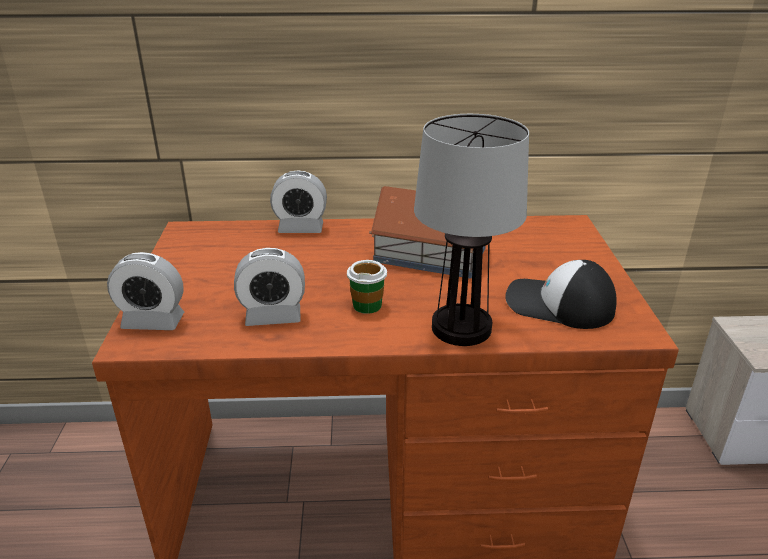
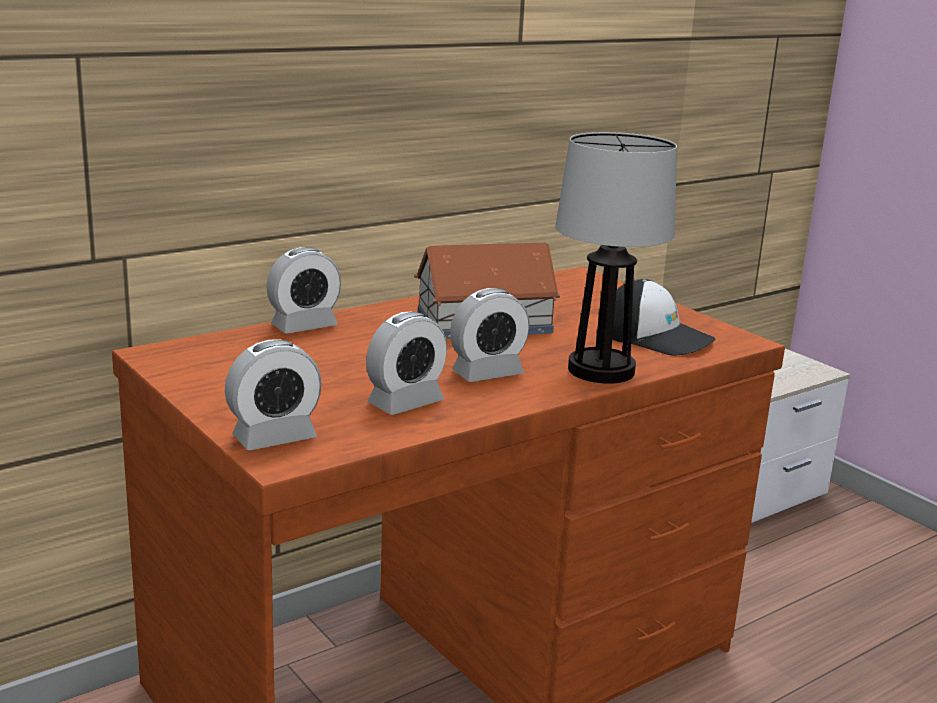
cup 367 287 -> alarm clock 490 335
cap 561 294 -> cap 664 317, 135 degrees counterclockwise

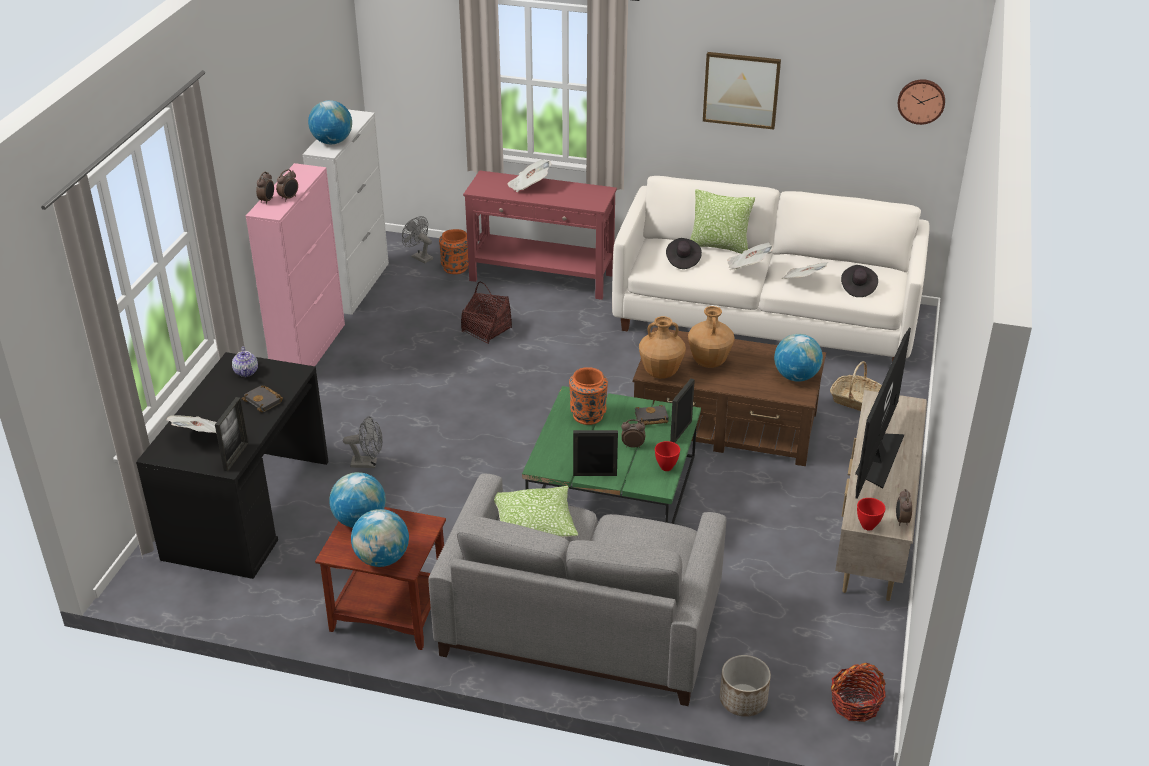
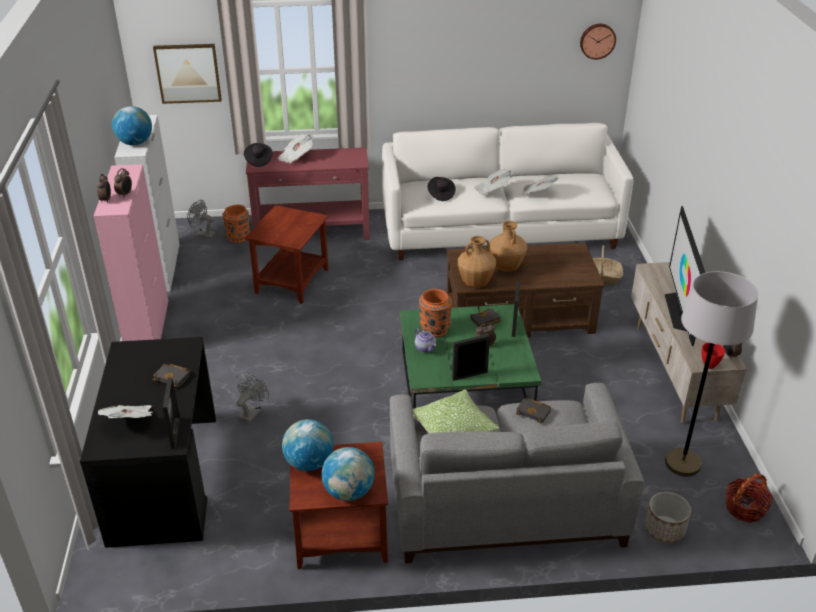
picture 742 91 -> picture 187 74, moved
grey fan 363 442 -> grey fan 252 398, 45 degrees counterclockwise
black hat 859 281 -> black hat 258 155, moved
basket 486 313 -> brown side table 287 254
teapot 245 361 -> teapot 425 340, moved
none -> black book 533 410
none -> grey floor lamp 711 373
red bowl 667 456 -> none
pillow 722 221 -> none
globe 798 358 -> none

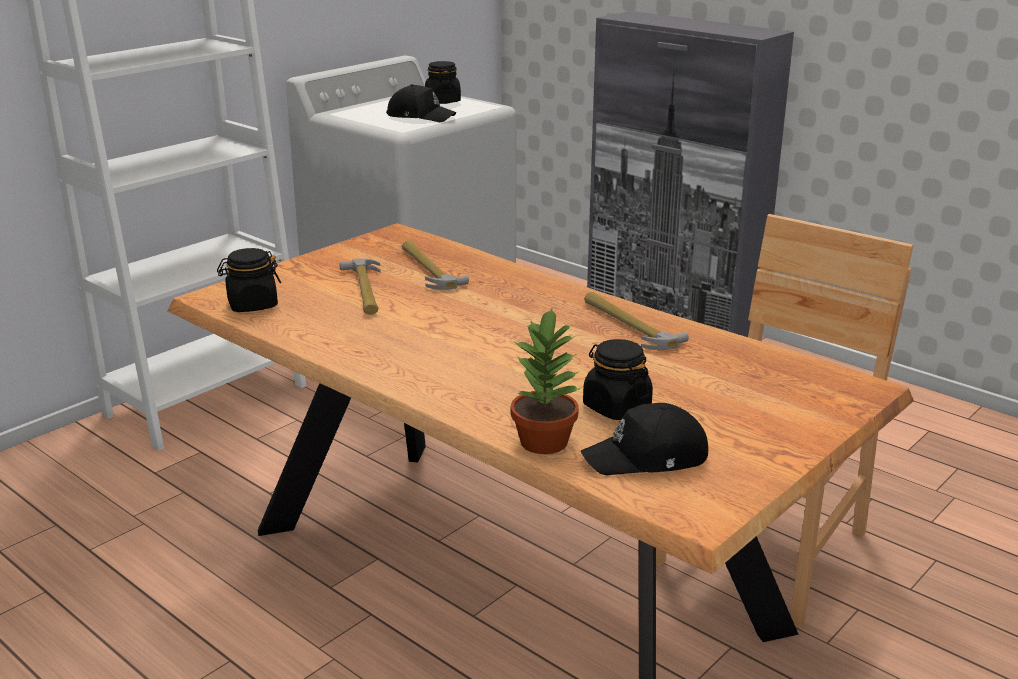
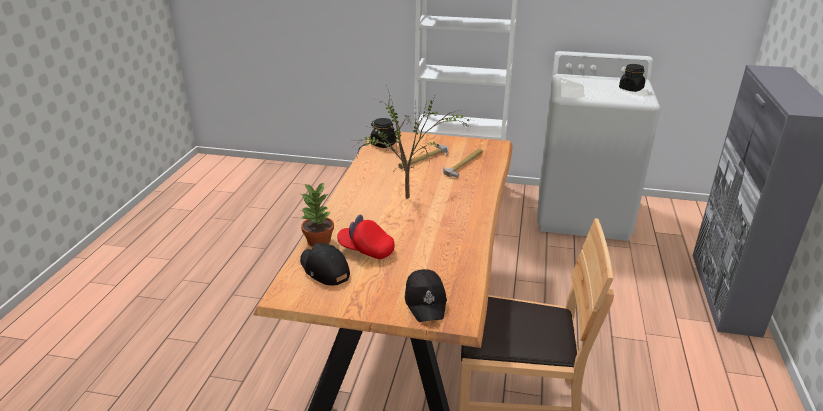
black jar 618 379 -> red cap 366 237
none -> potted plant 413 142
black cap 421 103 -> black cap 426 295, moved
hammer 636 321 -> none

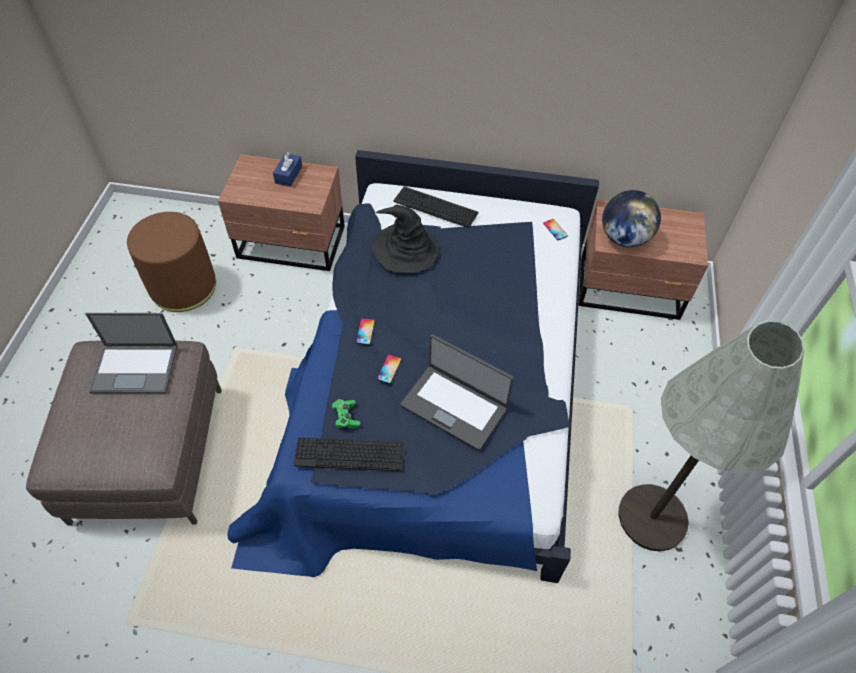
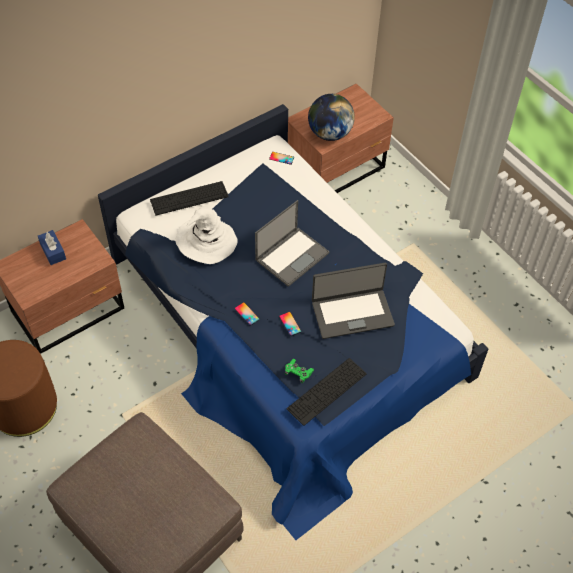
black hat 405 239 -> white hat 206 235
laptop 131 353 -> laptop 292 243, moved
grey floor lamp 711 435 -> none

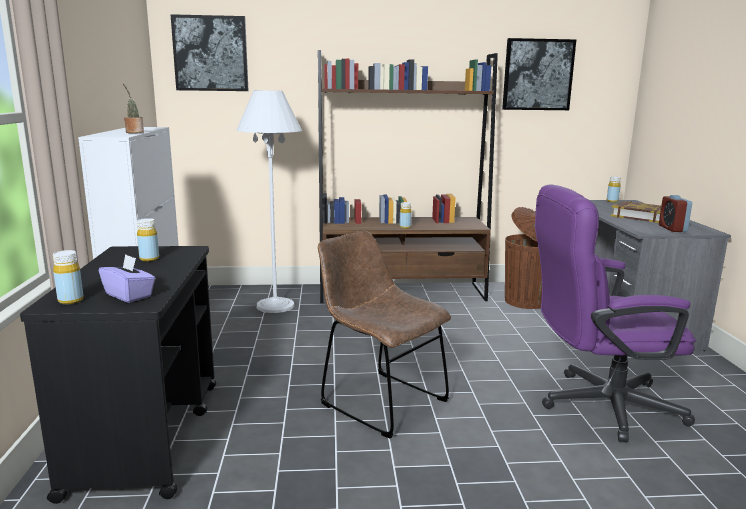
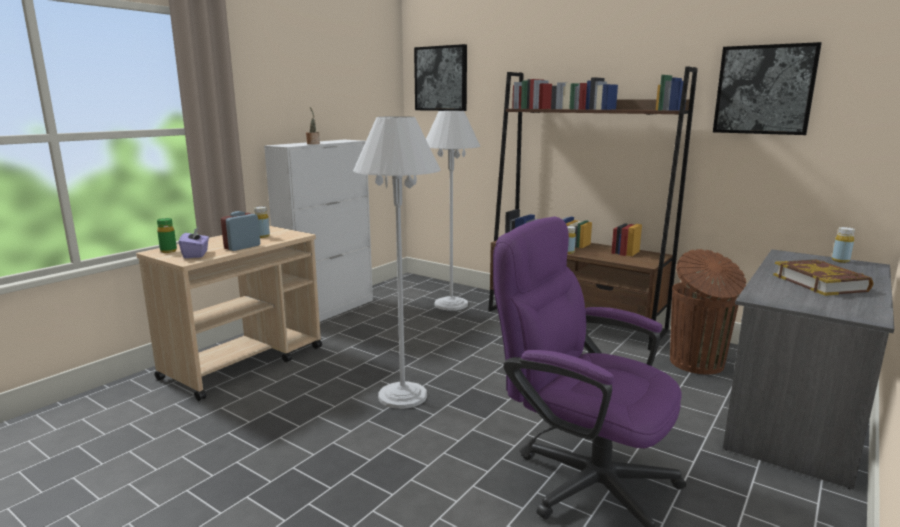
black cart 118 375 -> beige cart 229 313
yellow bottle 68 277 -> green bottle 167 235
alarm clock 675 213 -> alarm clock 240 231, moved
brown chair 384 334 -> white floor lamp 397 262

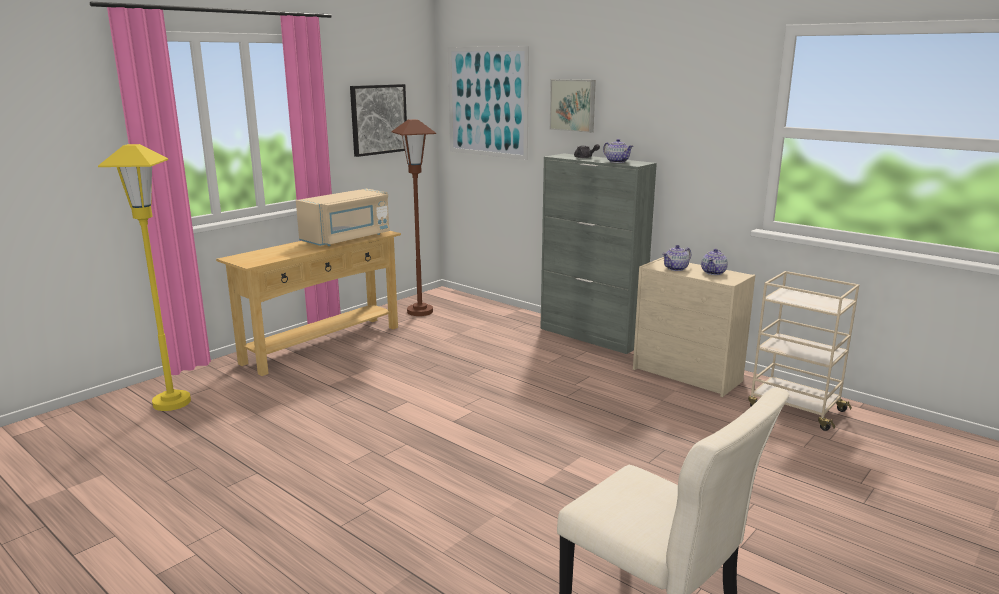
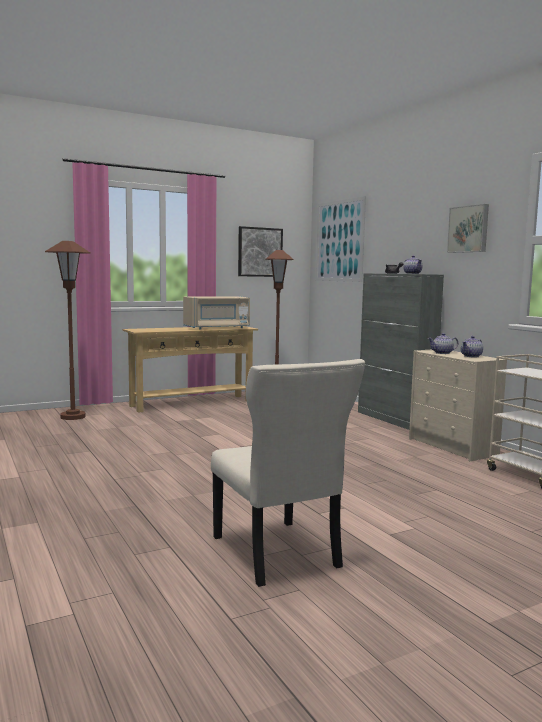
yellow floor lamp 144 277 -> brown floor lamp 68 330
picture 573 106 -> picture 468 228, moved

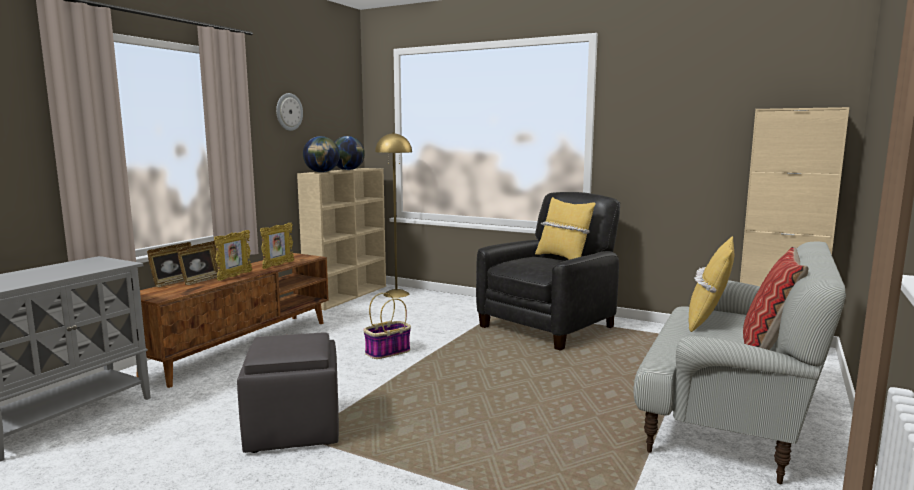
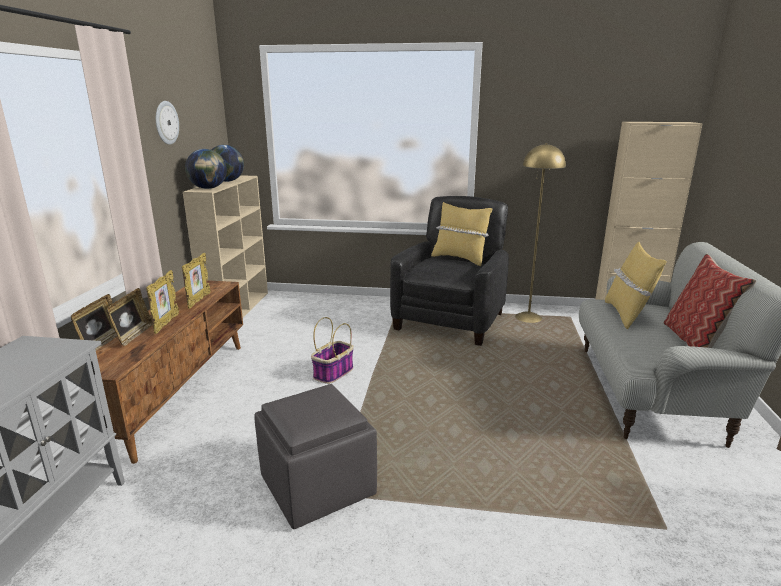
yellow floor lamp 393 215 -> yellow floor lamp 540 233, moved

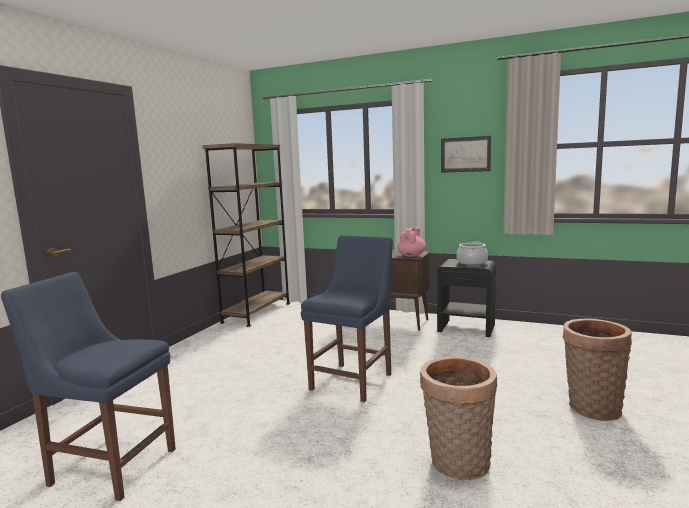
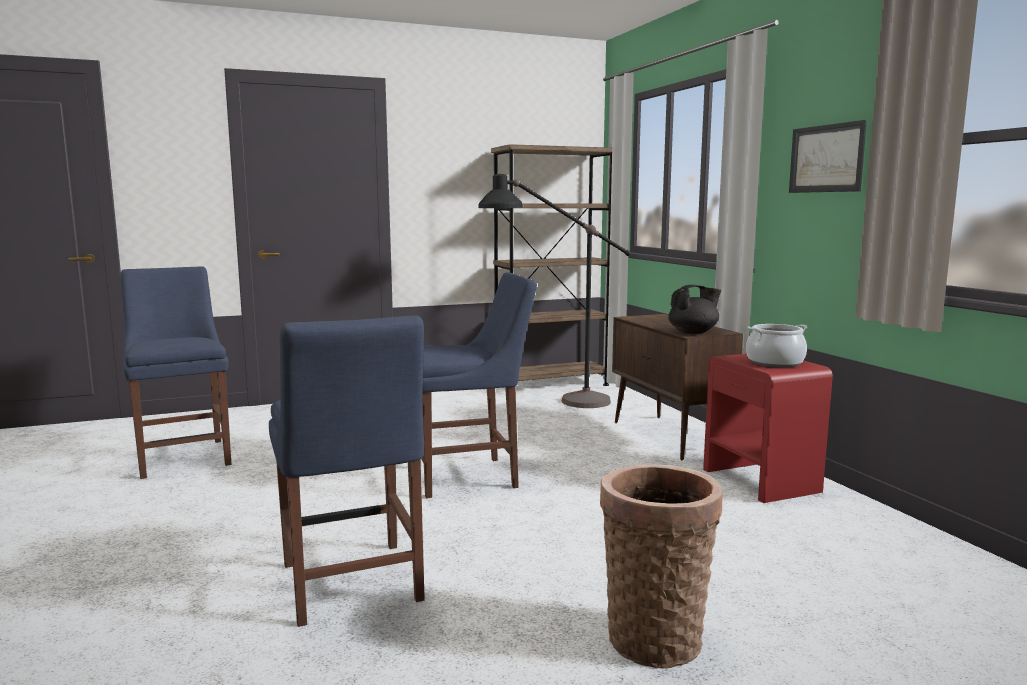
basket 458 418 -> blue chair 347 471
none -> black floor lamp 555 291
pink teapot 411 242 -> black teapot 694 309
black nightstand 466 298 -> red nightstand 768 428

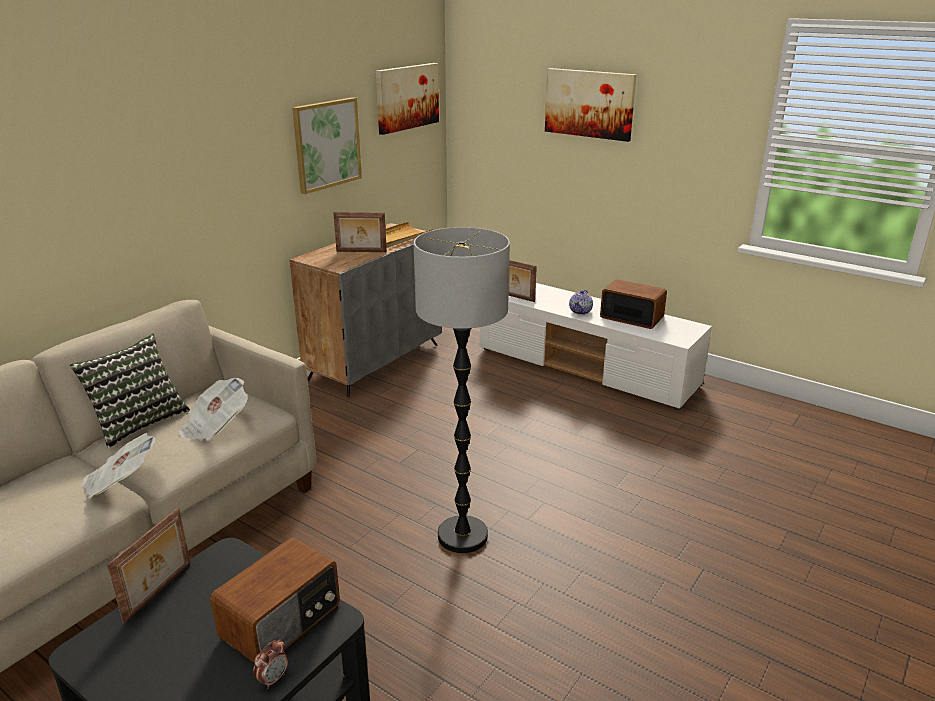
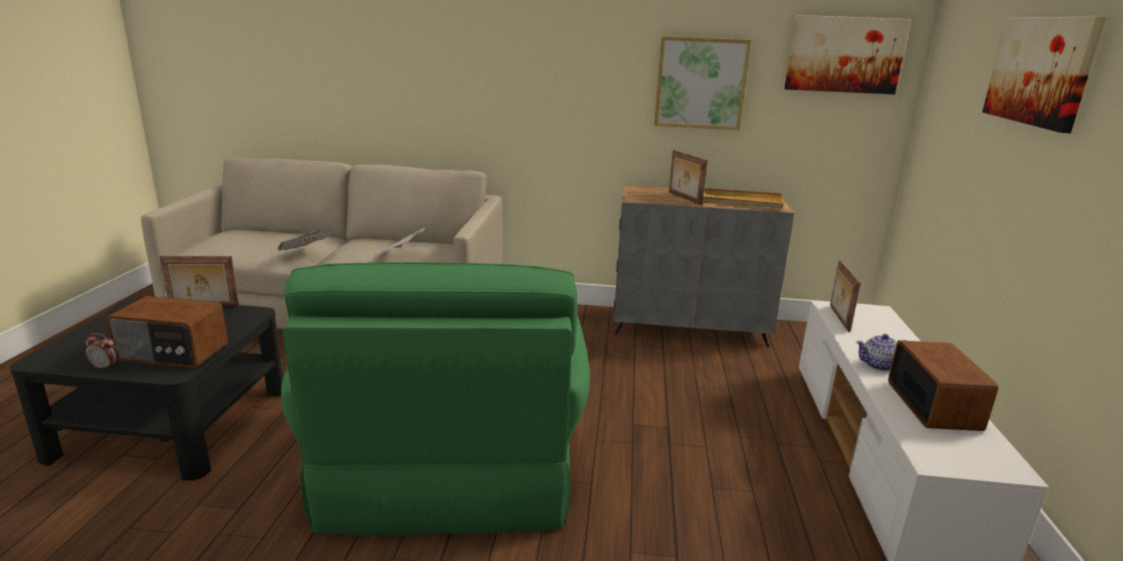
floor lamp 462 390 -> green armchair 435 398
pillow 130 391 -> none

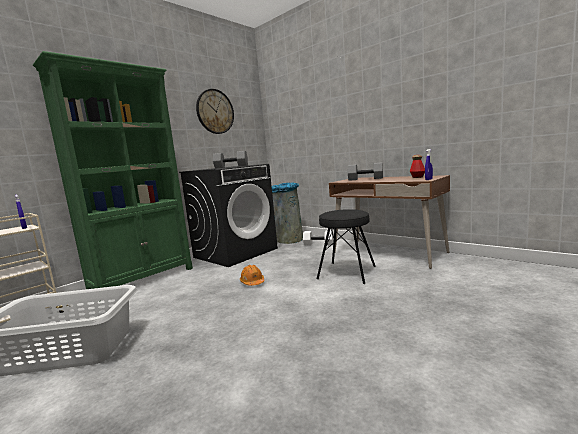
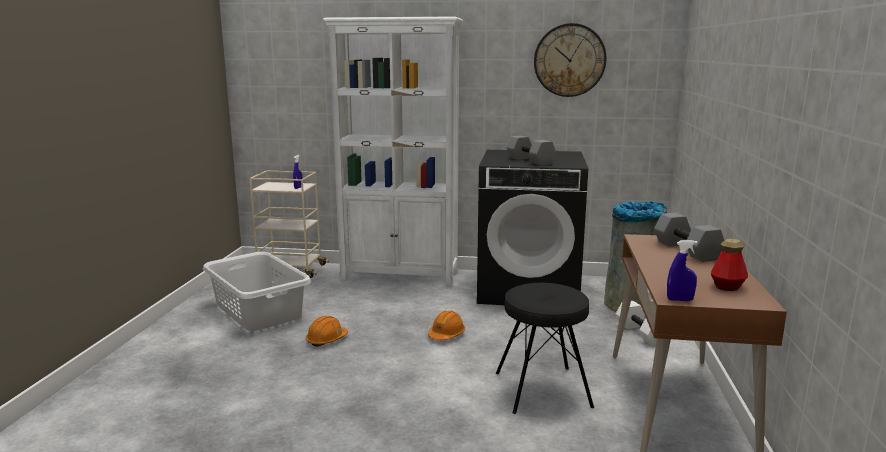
none -> orange hard hat 327 331
green bookcase 113 176 -> white bookcase 393 151

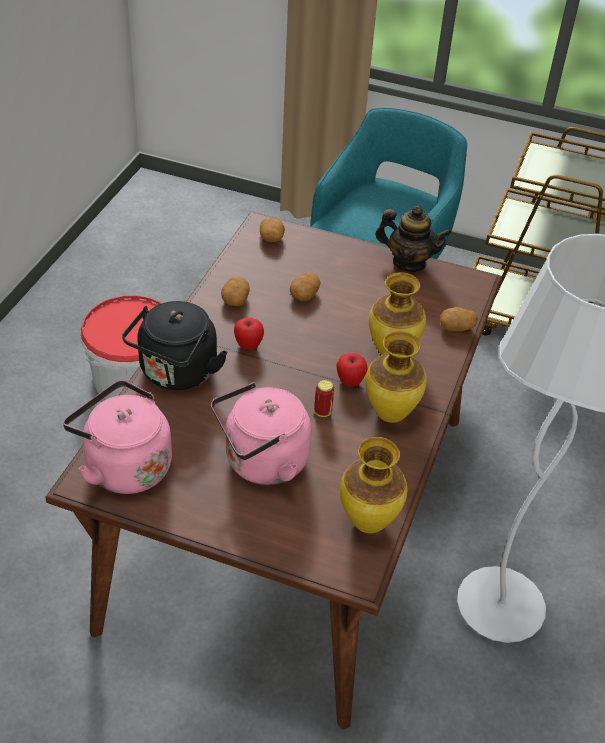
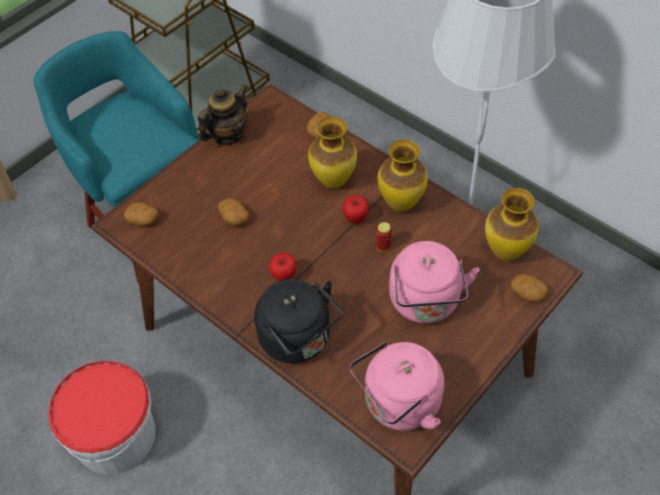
potato 235 291 -> potato 529 288, moved

